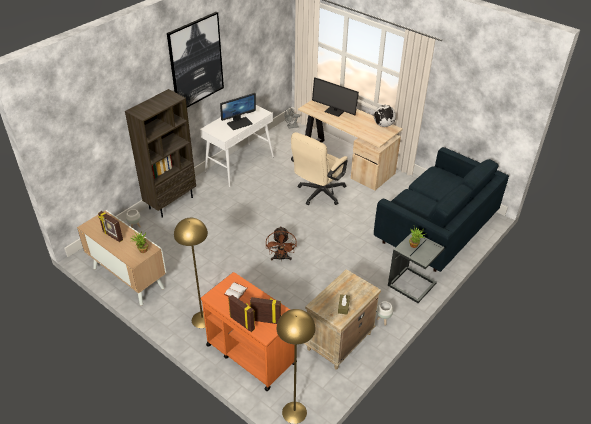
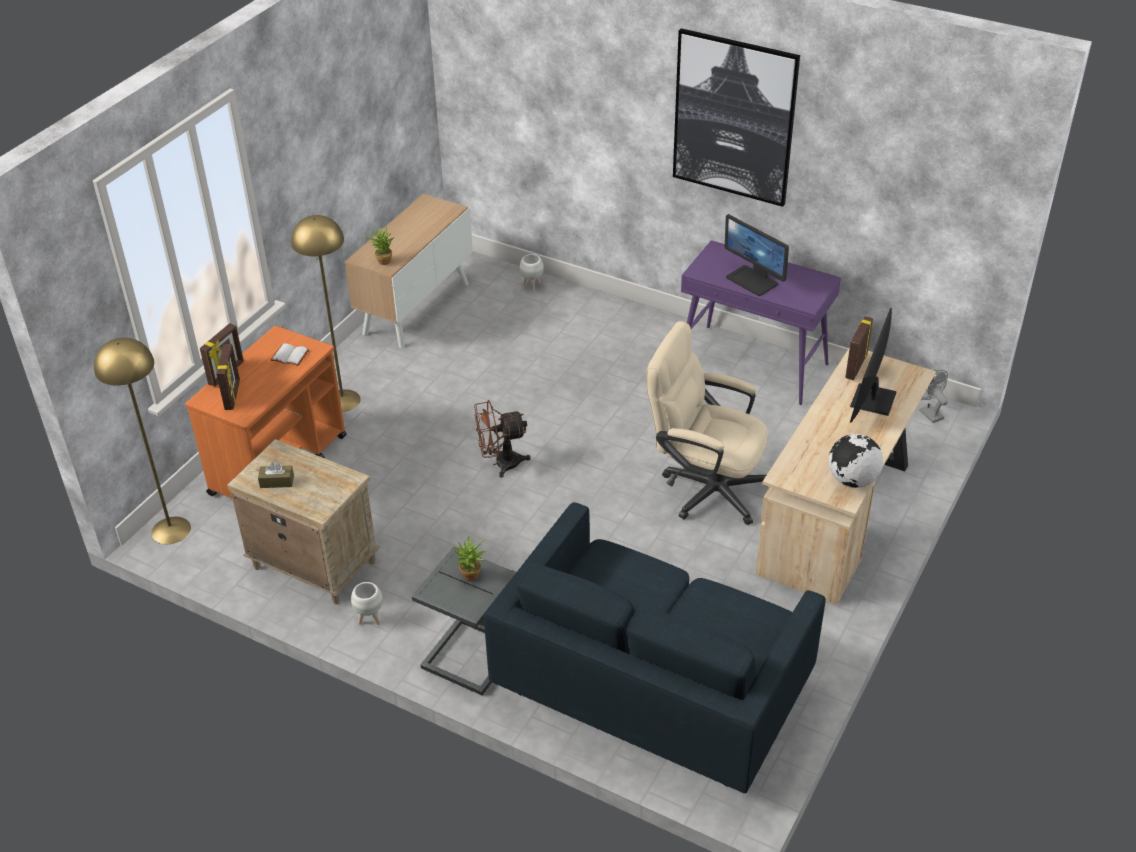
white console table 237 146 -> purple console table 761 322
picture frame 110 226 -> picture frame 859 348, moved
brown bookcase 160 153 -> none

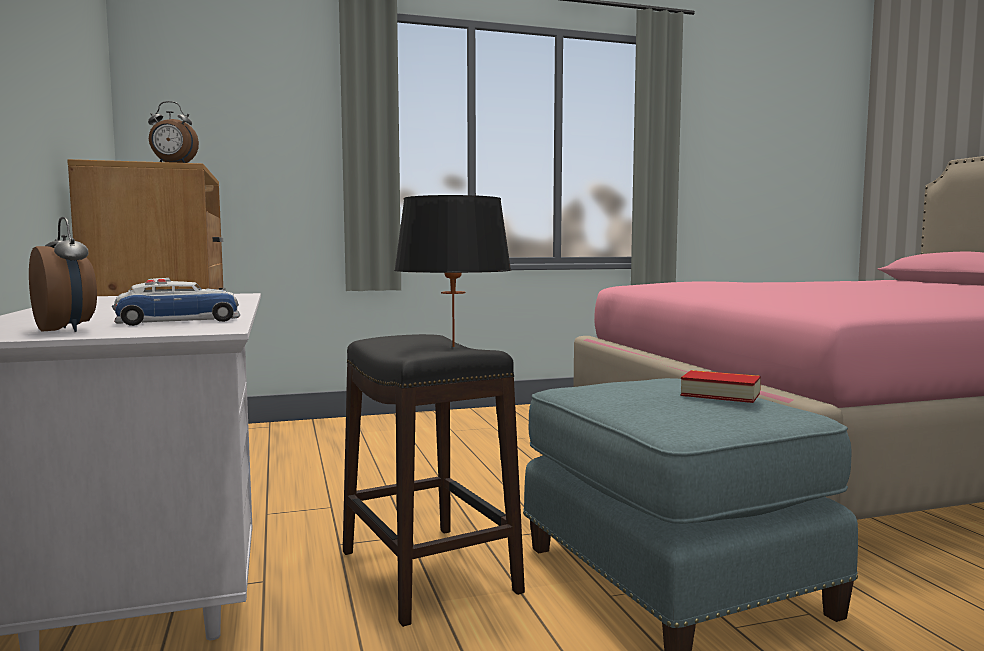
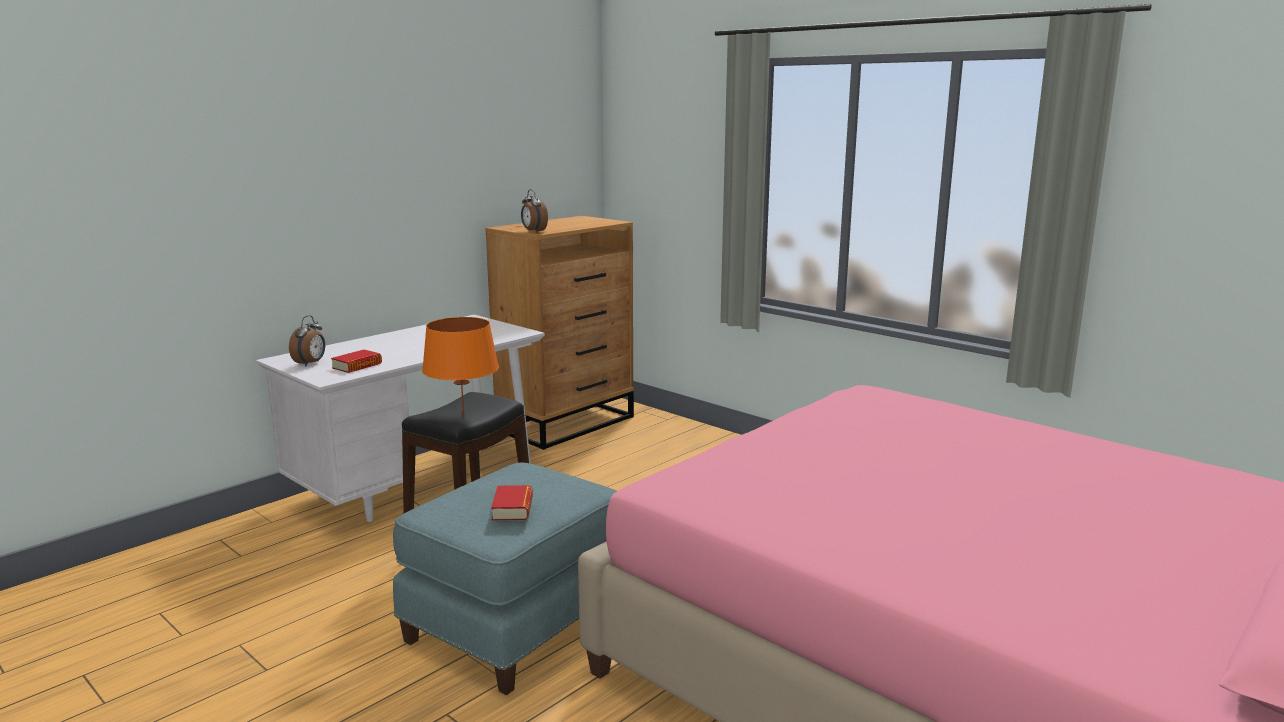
toy car 176 302 -> book 356 361
black table lamp 453 271 -> orange table lamp 460 366

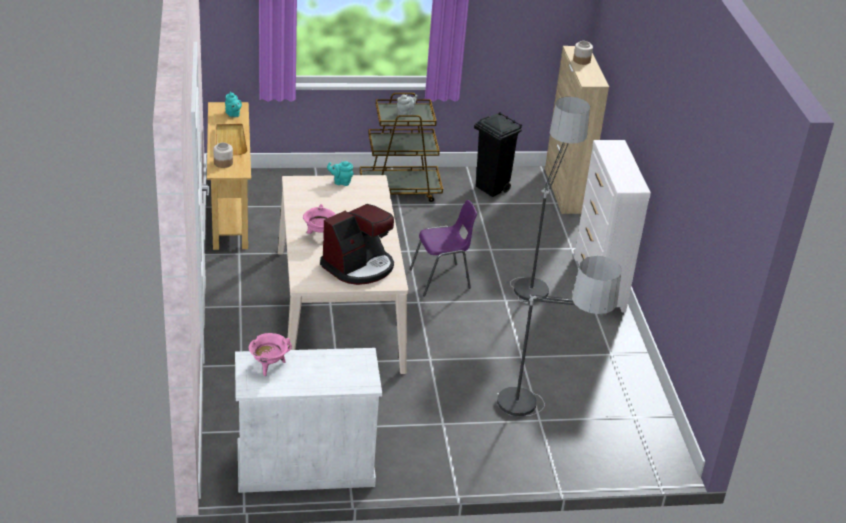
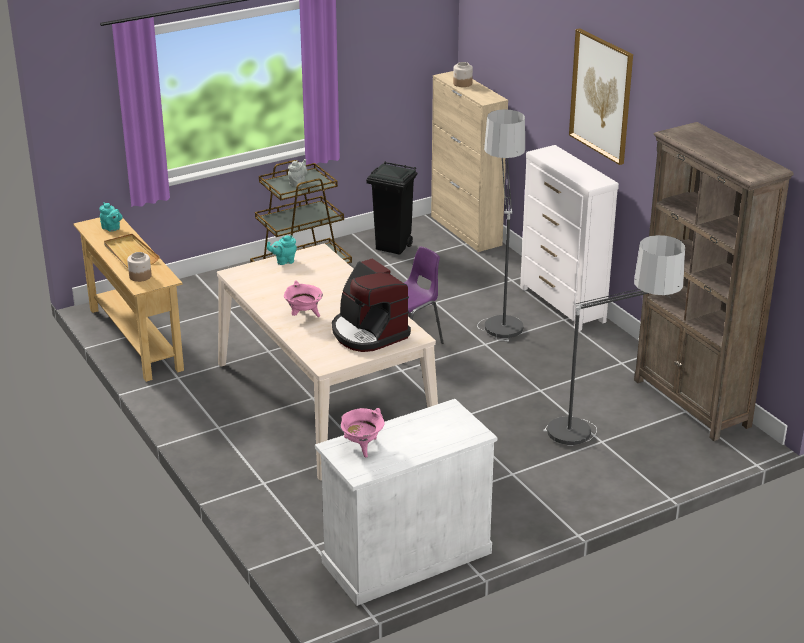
coffee machine 357 244 -> coffee machine 371 305, 120 degrees clockwise
none -> picture 601 96
none -> brown bookcase 714 281

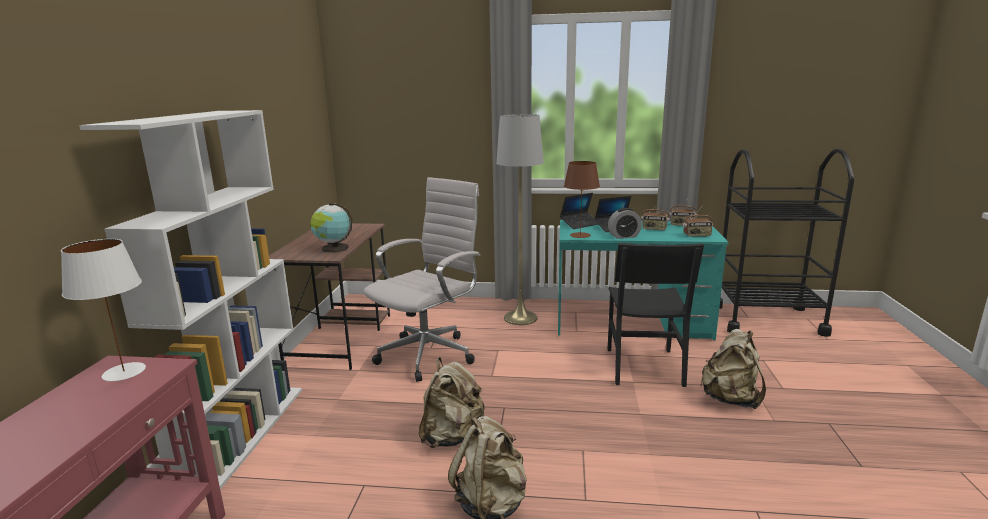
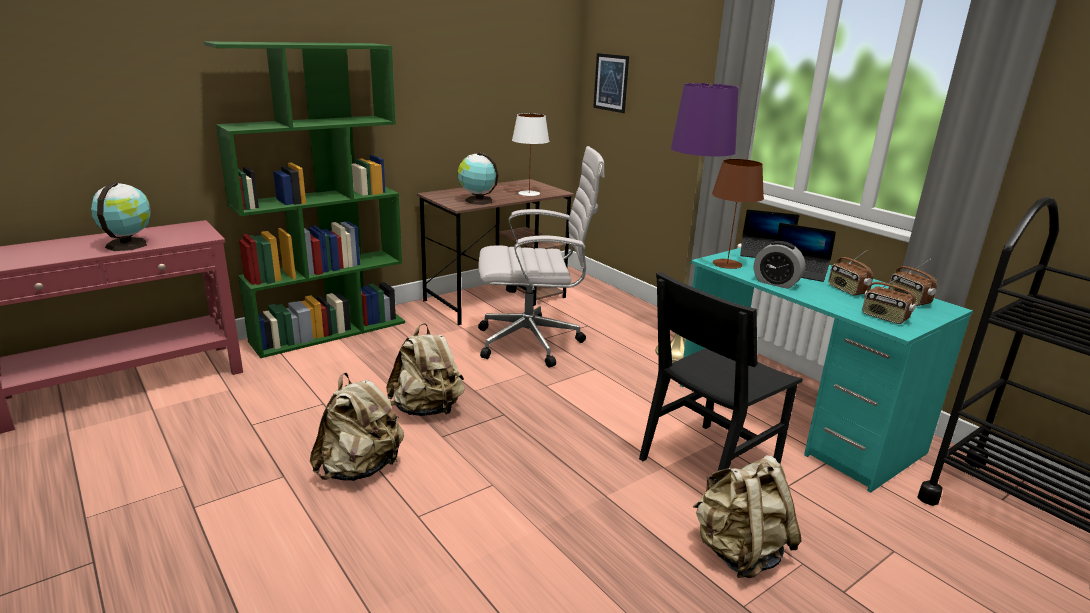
none -> globe 120 216
white bookcase 190 299 -> green bookcase 304 199
white table lamp 103 310 -> white table lamp 531 154, moved
none -> picture 611 83
grey floor lamp 520 219 -> purple floor lamp 697 222

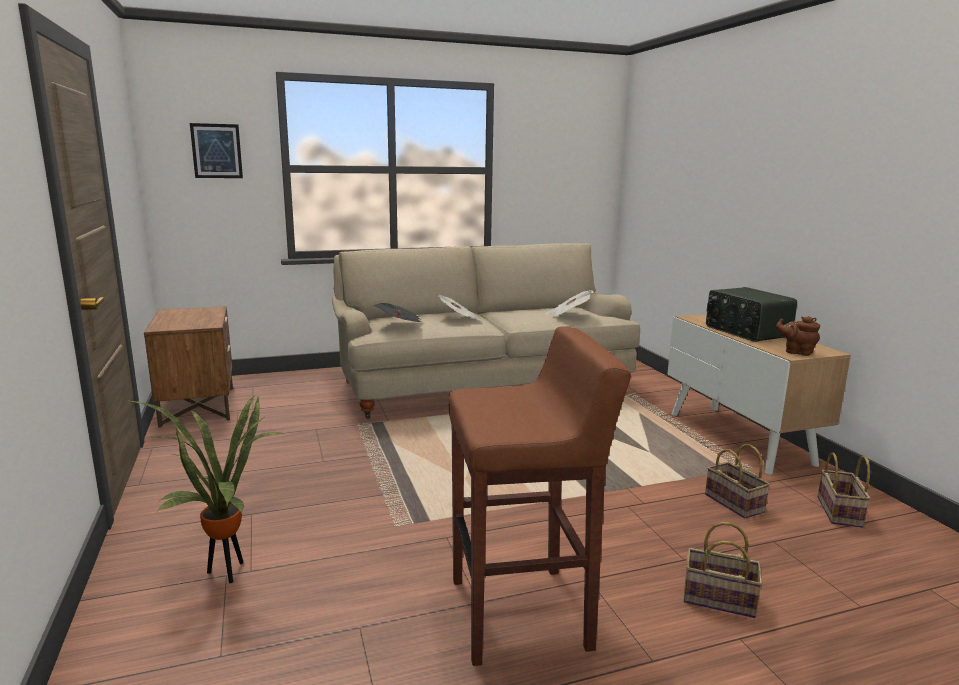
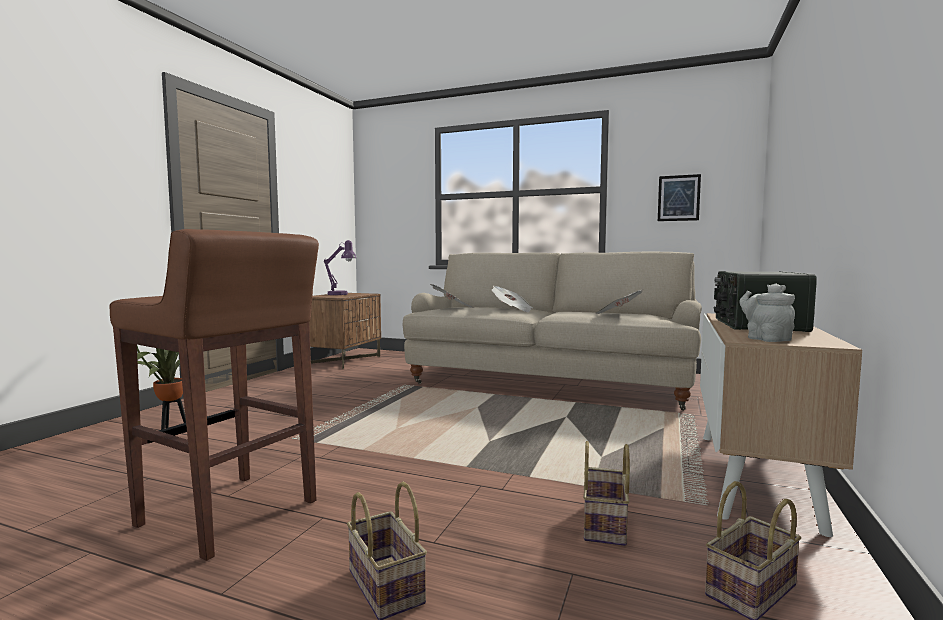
none -> purple table lamp 339 267
picture 216 150 -> picture 679 197, moved
brown teapot 798 336 -> grey teapot 767 312

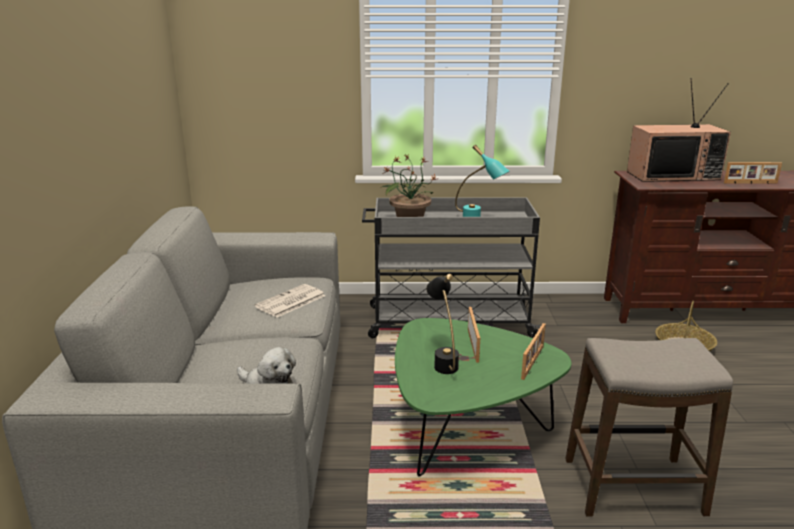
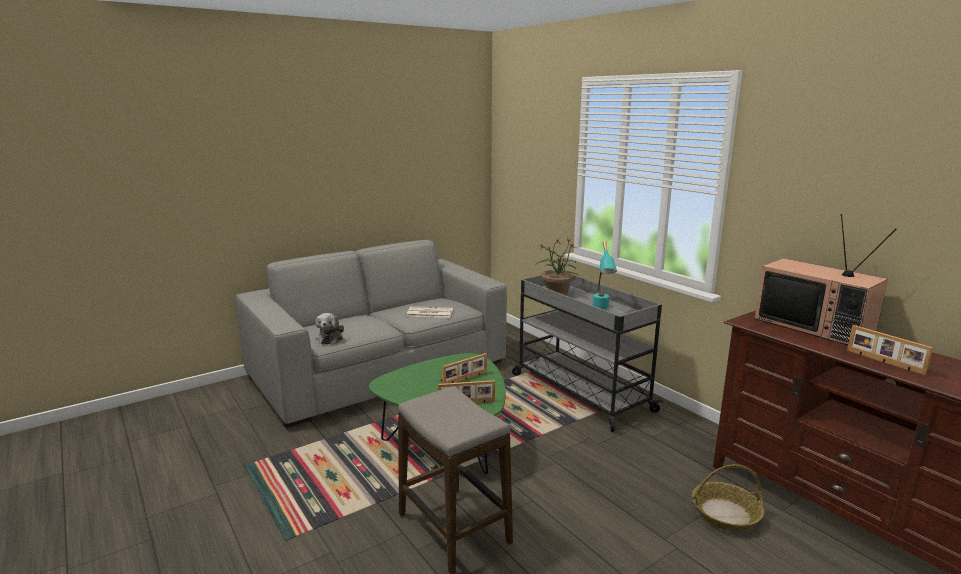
black table lamp 442 324 -> none

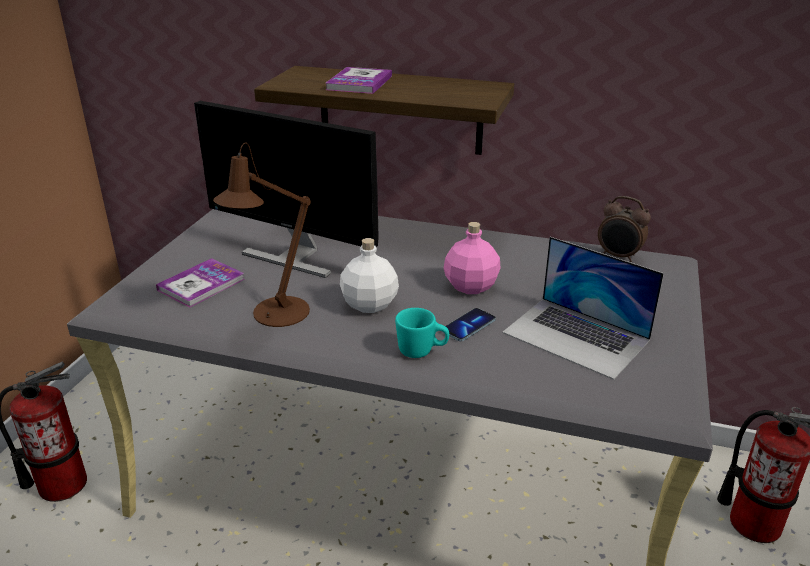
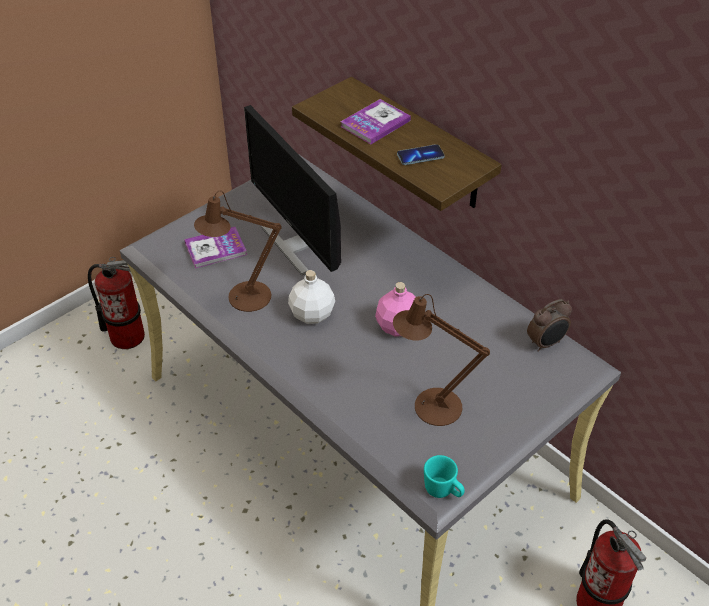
laptop 583 308 -> brown table lamp 441 360
phone 469 325 -> phone 421 154, moved
turquoise mug 422 333 -> turquoise mug 444 476, moved
alarm clock 624 229 -> alarm clock 549 325, 90 degrees counterclockwise

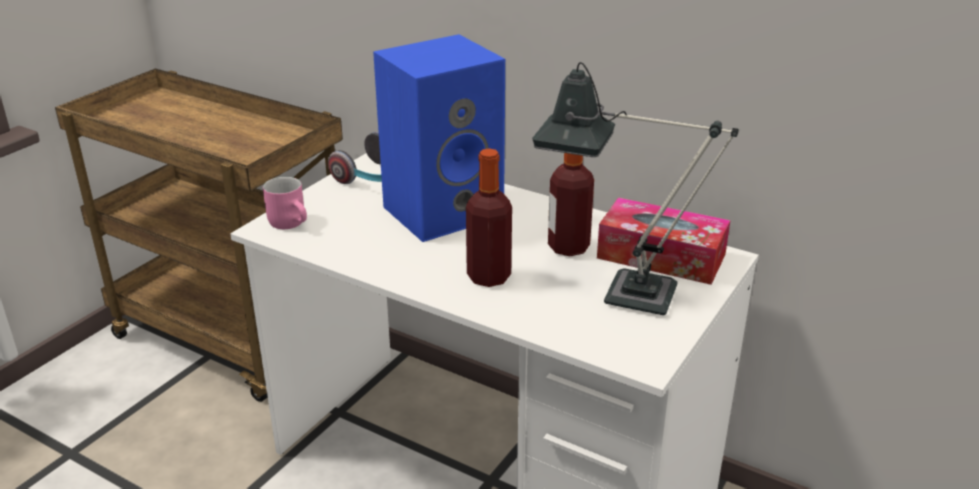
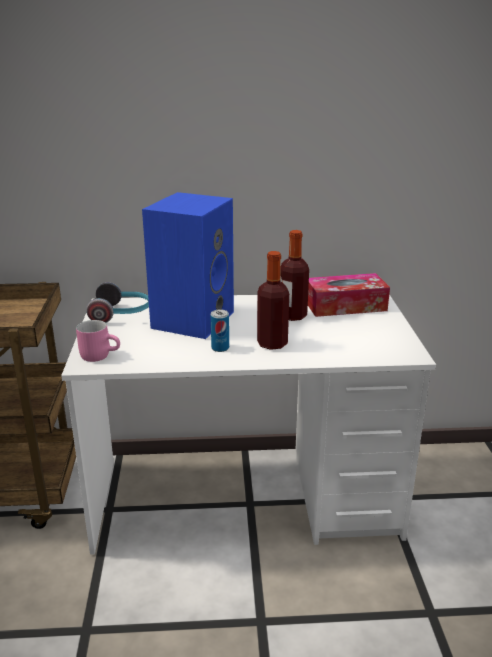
none -> can 220 330
table lamp 635 188 -> none

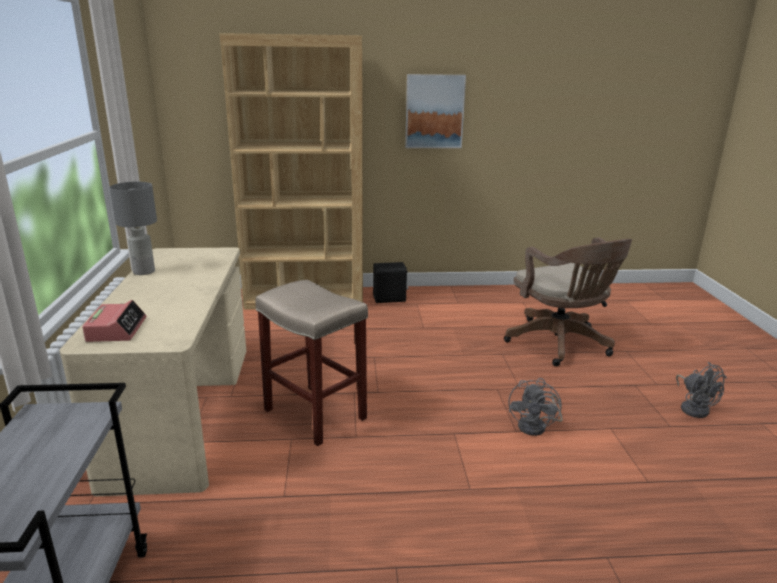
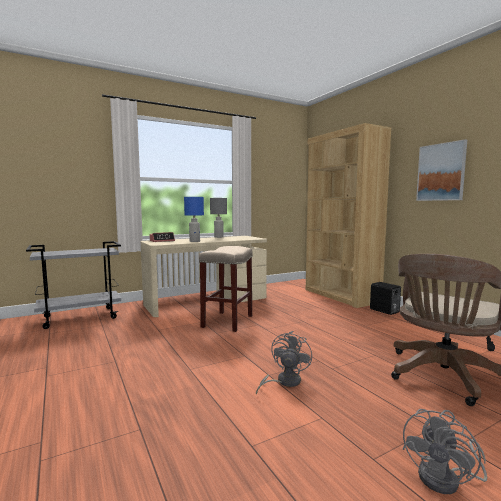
none -> blue table lamp 194 219
grey fan 536 407 -> grey fan 284 363, 120 degrees clockwise

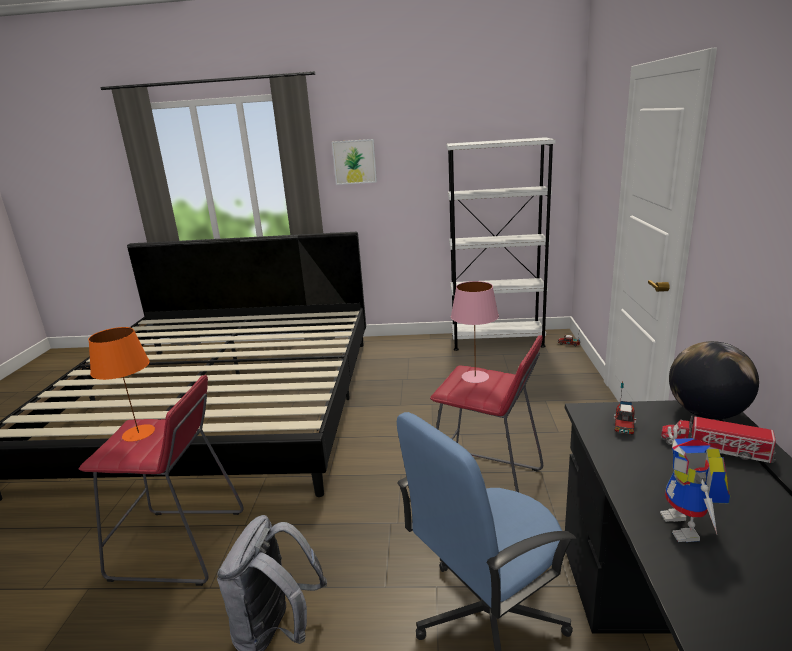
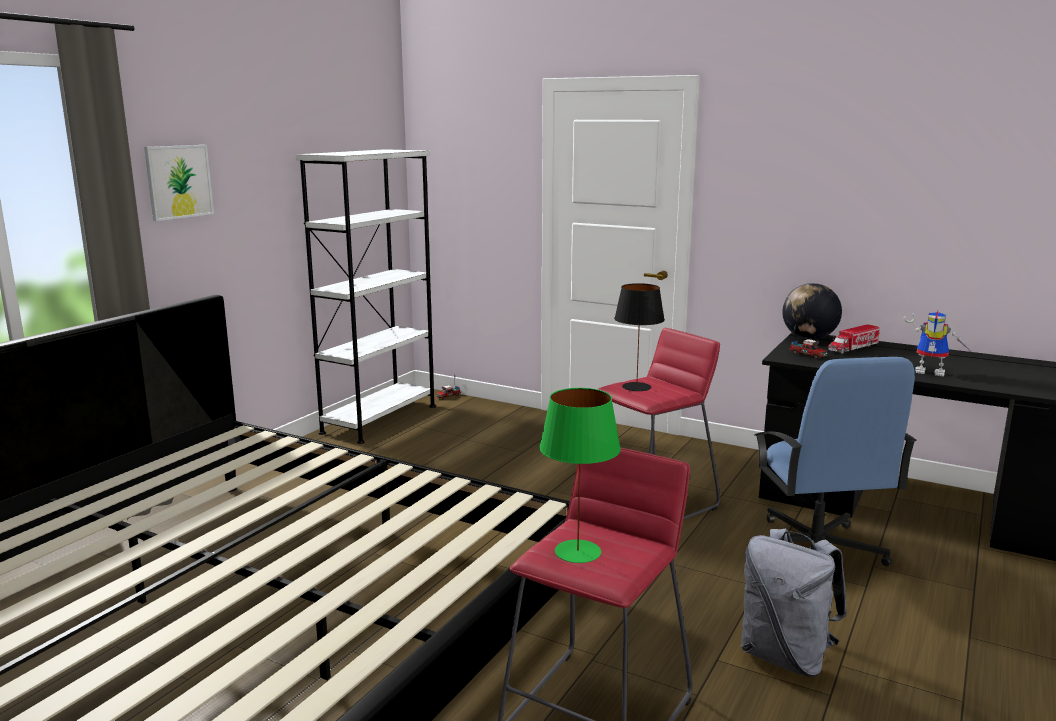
orange table lamp 121 384 -> green table lamp 580 475
pink table lamp 475 332 -> black table lamp 639 337

